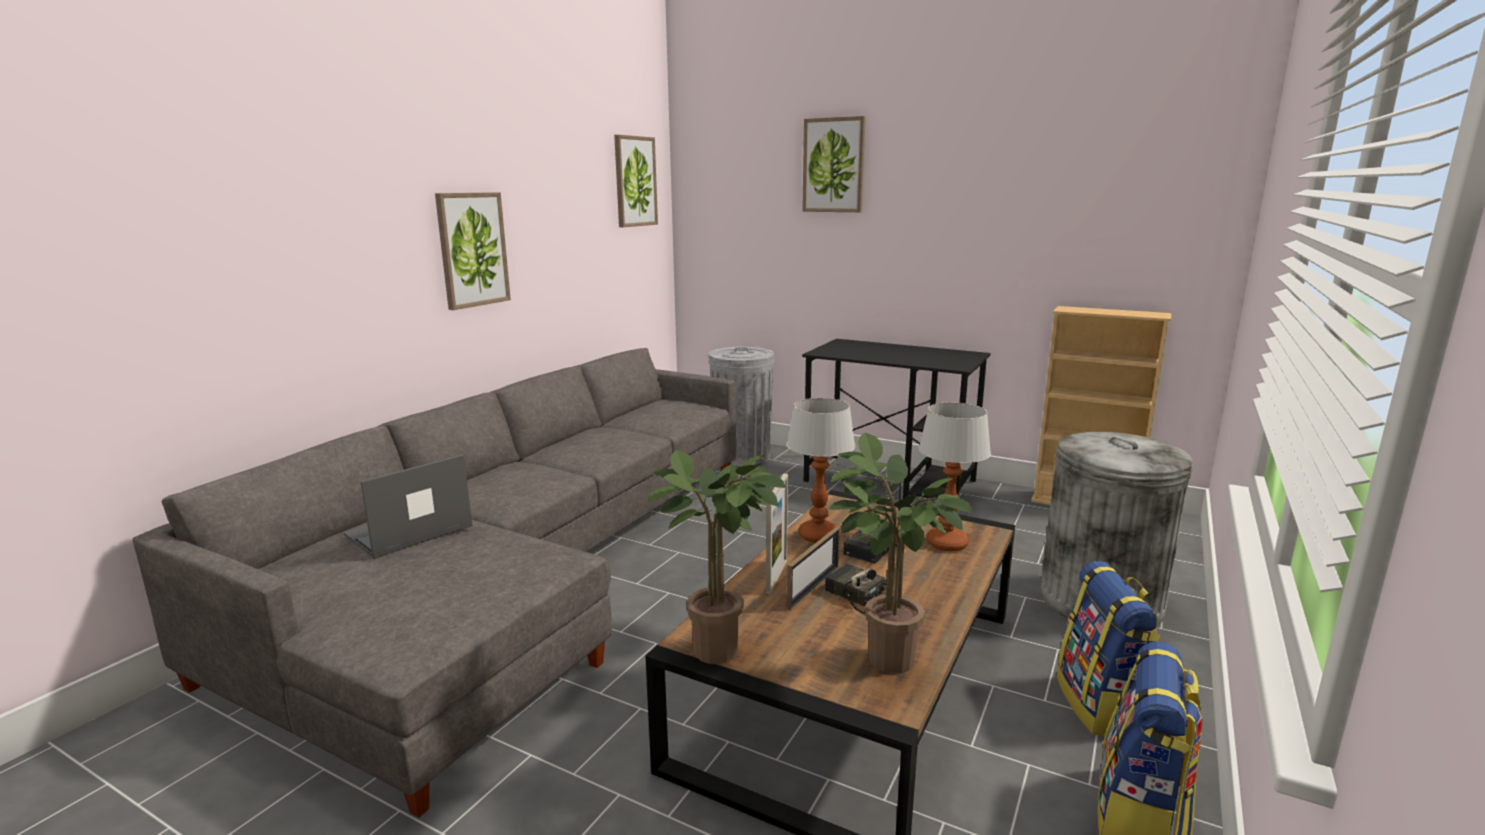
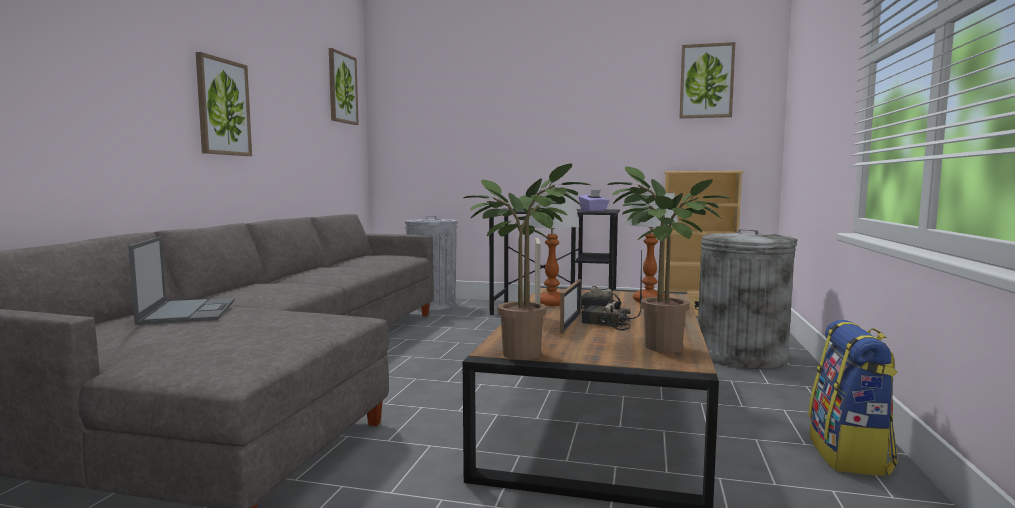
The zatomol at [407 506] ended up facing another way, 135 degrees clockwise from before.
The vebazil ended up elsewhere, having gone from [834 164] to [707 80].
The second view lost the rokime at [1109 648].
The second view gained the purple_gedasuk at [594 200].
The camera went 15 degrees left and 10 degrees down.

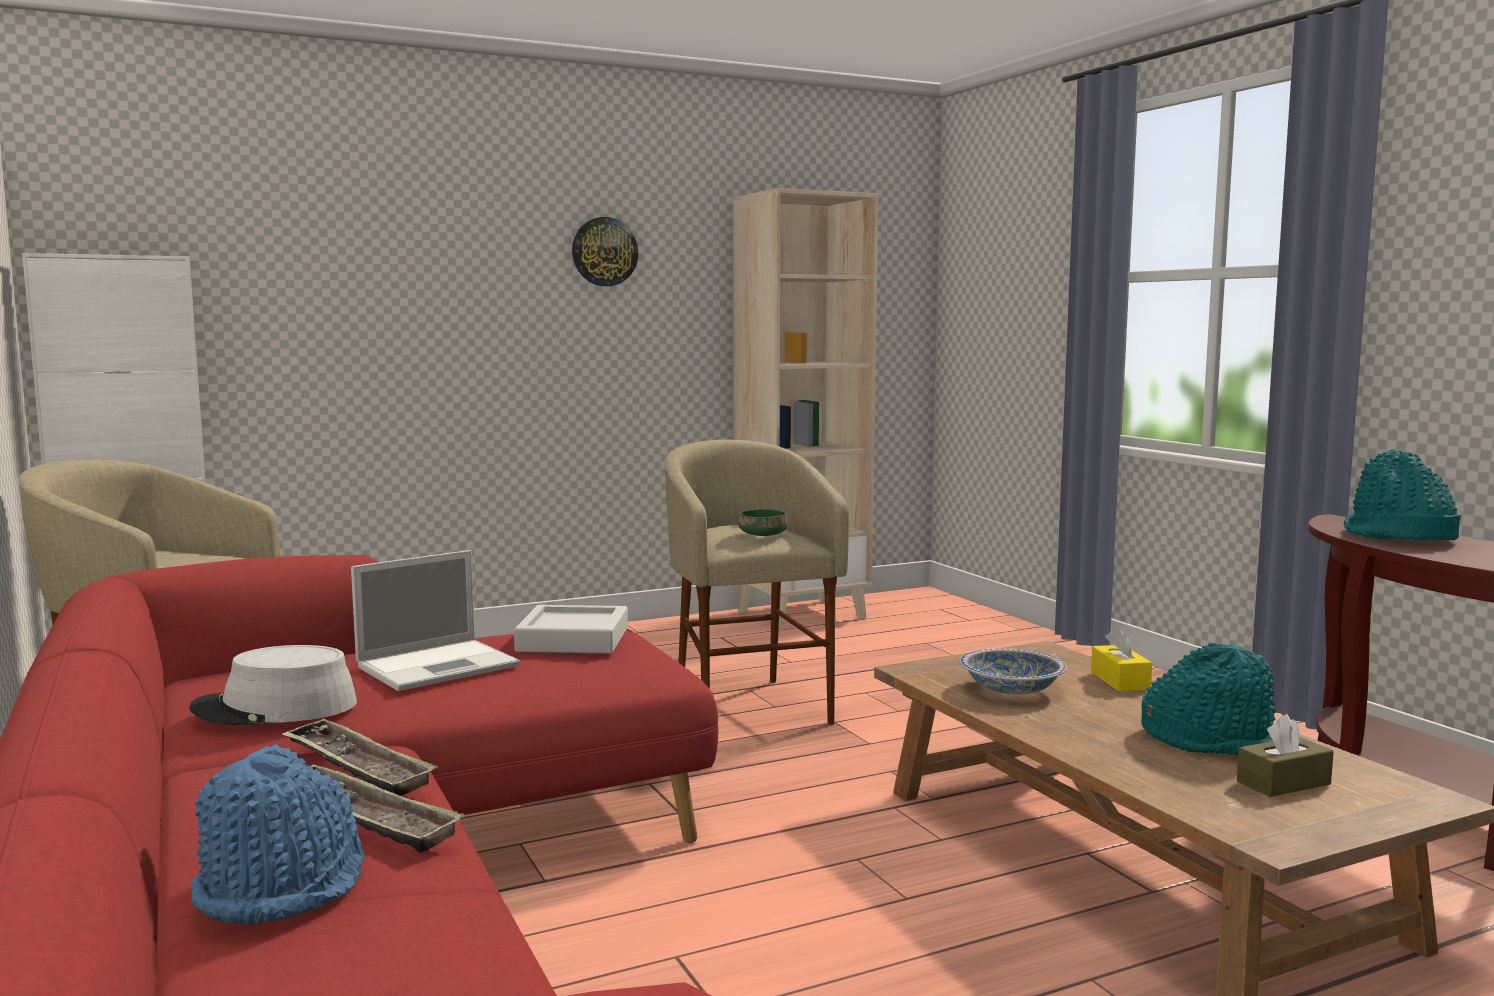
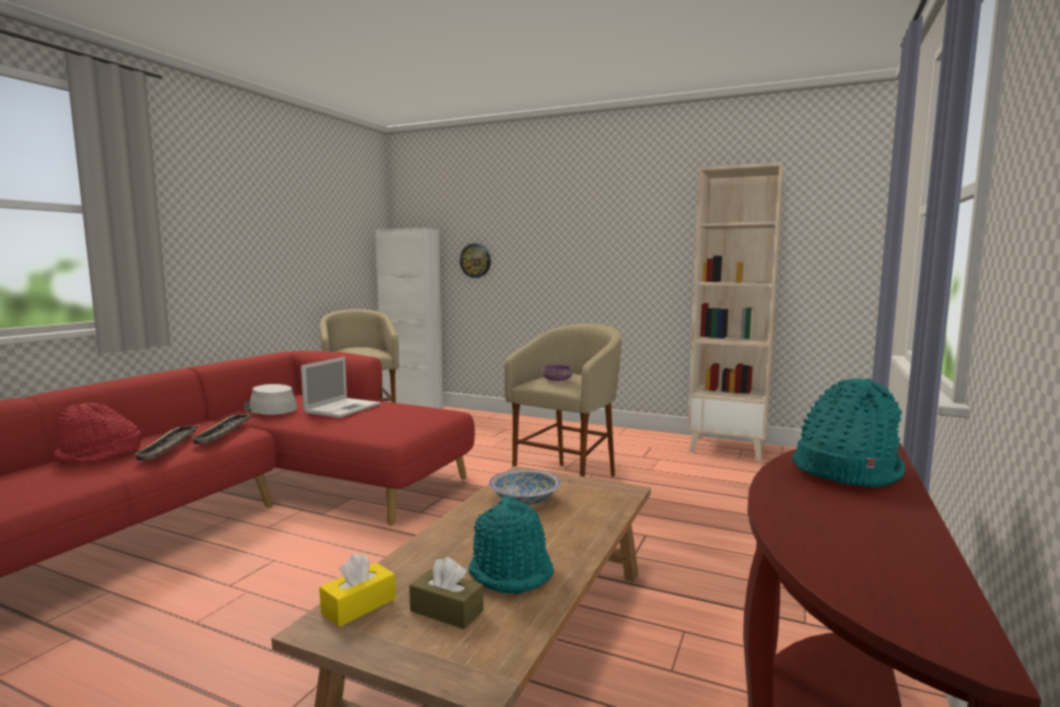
What was the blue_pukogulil at [278 834] turned into the red_pukogulil at [97 433].
The zatomol at [435 620] ended up facing another way, 75 degrees counterclockwise from before.
The second view lost the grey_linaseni at [571 629].
The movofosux ended up elsewhere, having gone from [605 251] to [475 260].
What was the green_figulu at [763 522] turned into the purple_figulu at [557 373].
The yellow_gedasuk ended up elsewhere, having gone from [1121 659] to [357 590].
The camera went 50 degrees right and 0 degrees up.

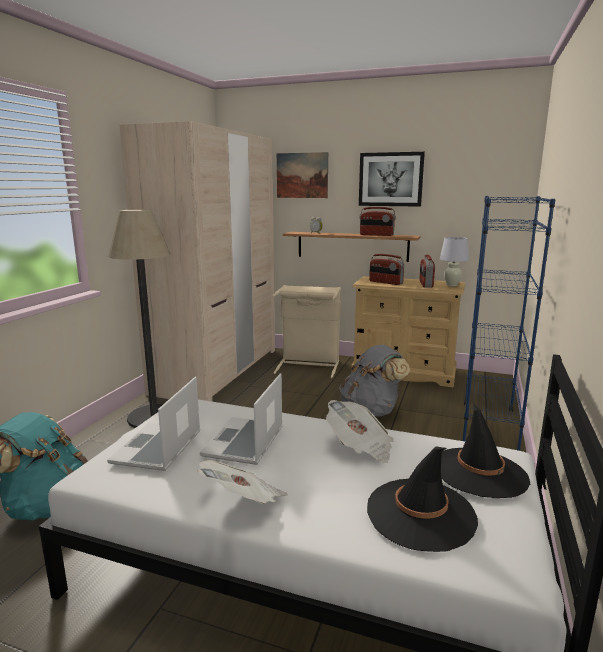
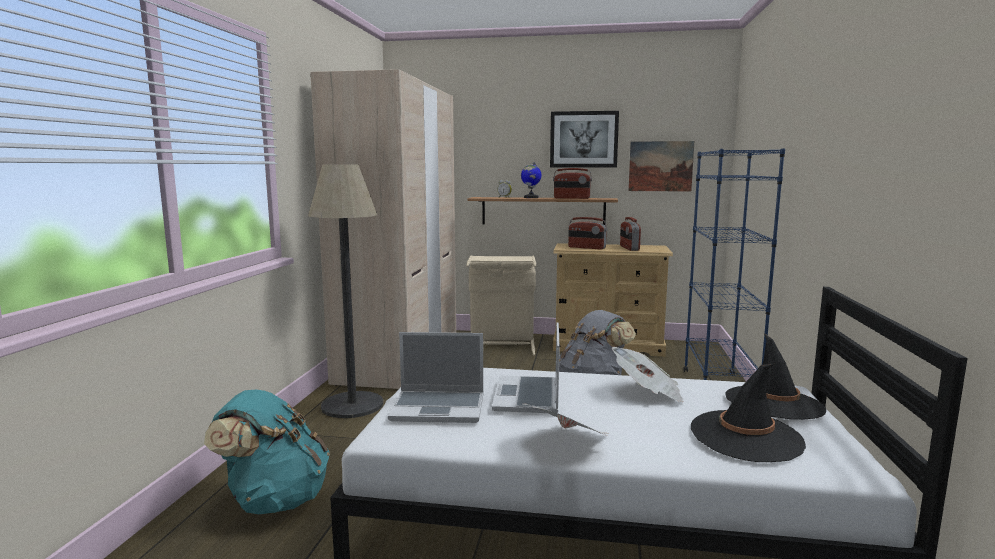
The zatomol at [153 424] ended up facing another way, 90 degrees counterclockwise from before.
The vebazil ended up elsewhere, having gone from [302 175] to [661 166].
The second view lost the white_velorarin at [454 261].
The second view gained the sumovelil at [531 180].
The camera went 10 degrees left and 5 degrees down.

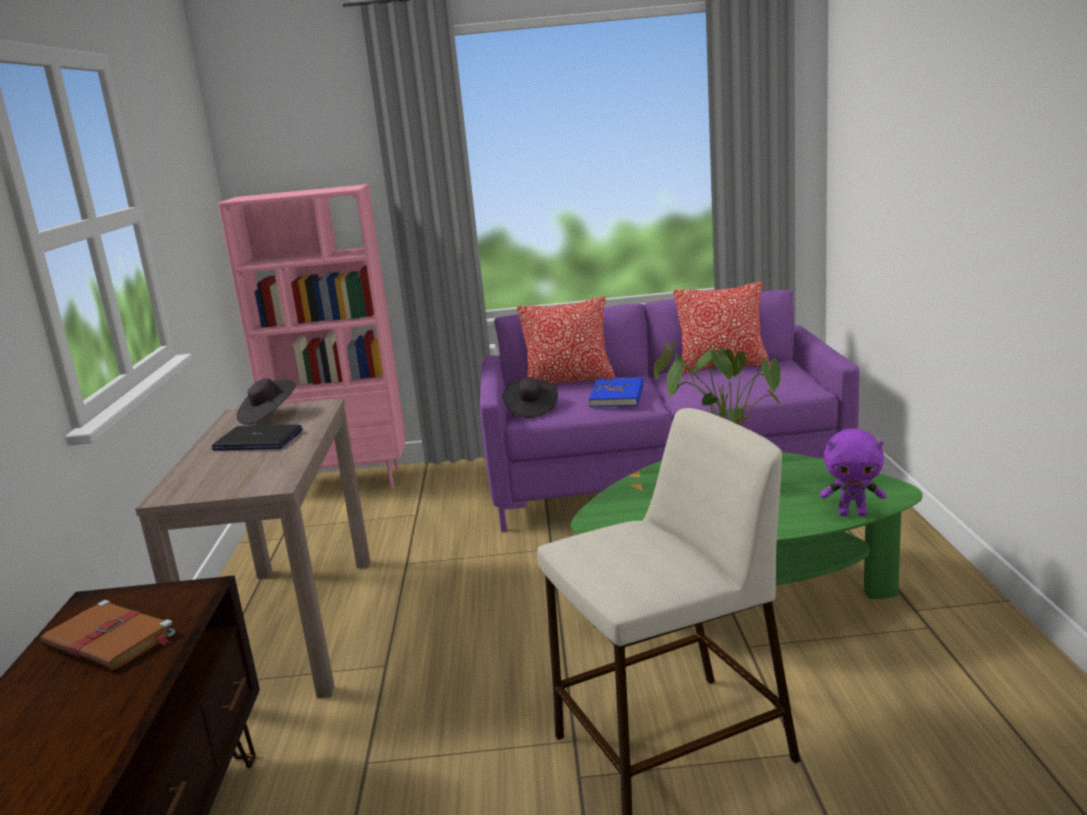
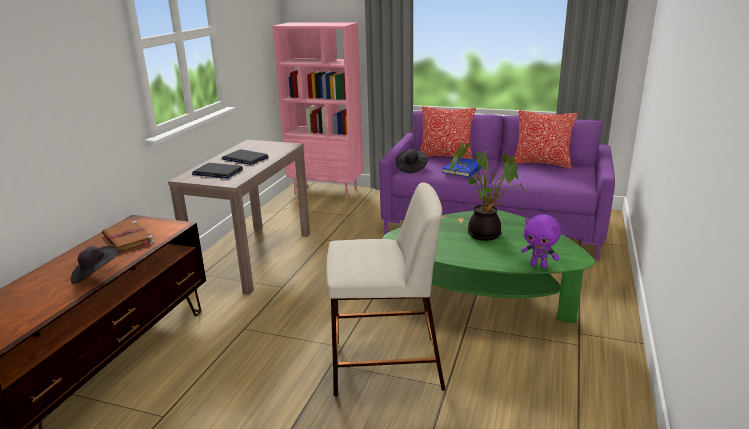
The black_pukogulil ended up elsewhere, having gone from [266 401] to [95 265].
The second view gained the zatomol at [217 170].
The camera went 20 degrees right and 5 degrees up.

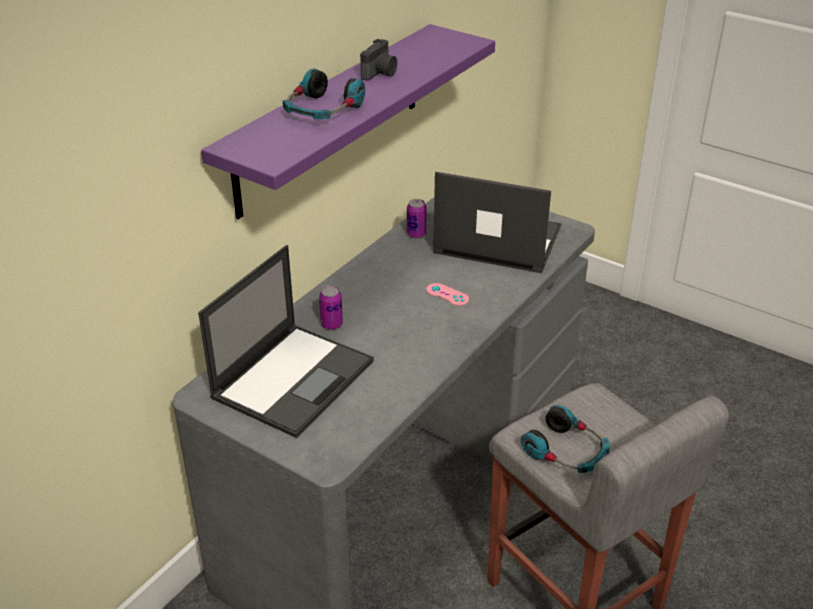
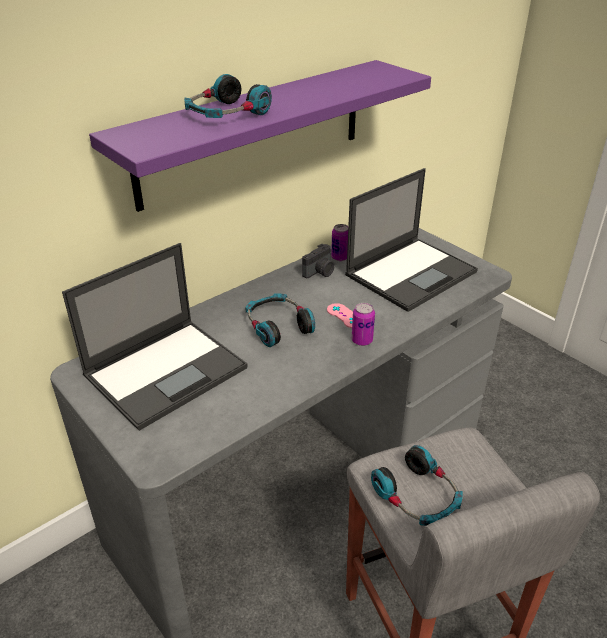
The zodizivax ended up elsewhere, having gone from [331 308] to [363 324].
The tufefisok ended up elsewhere, having gone from [378 60] to [318 261].
The zatomol at [497 222] ended up facing another way, 105 degrees clockwise from before.
The second view gained the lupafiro at [280 320].
The camera went 15 degrees right and 0 degrees up.

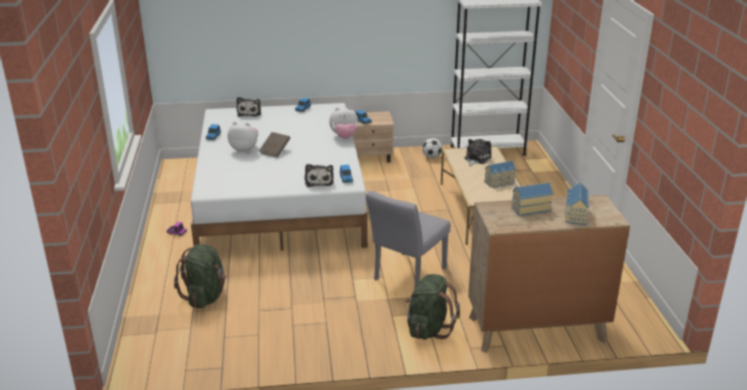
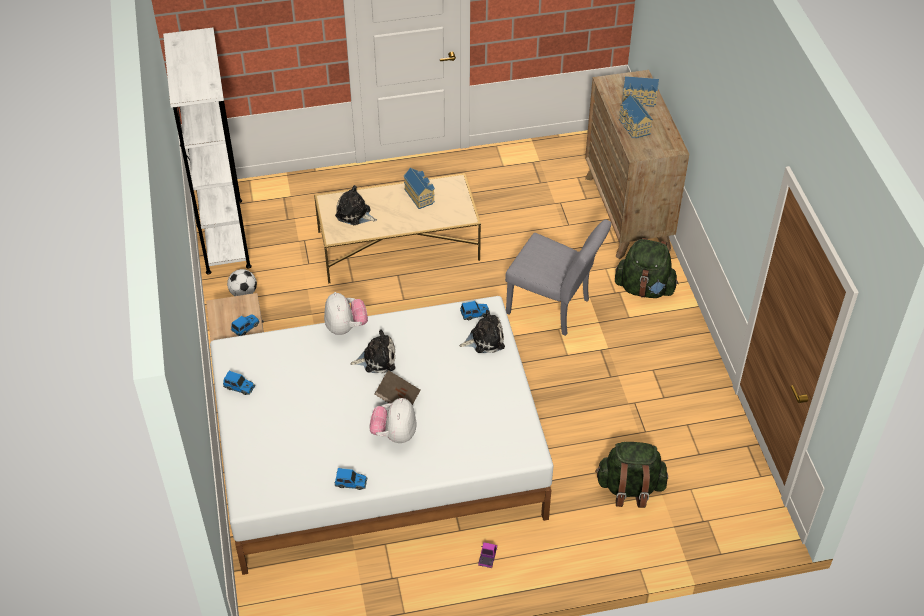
The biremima ended up elsewhere, having gone from [248 107] to [372 351].
The camera went 95 degrees left and 20 degrees up.

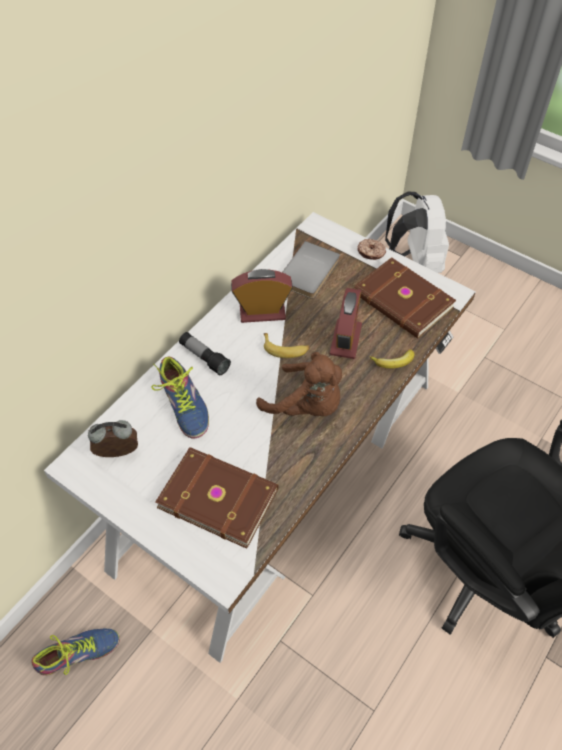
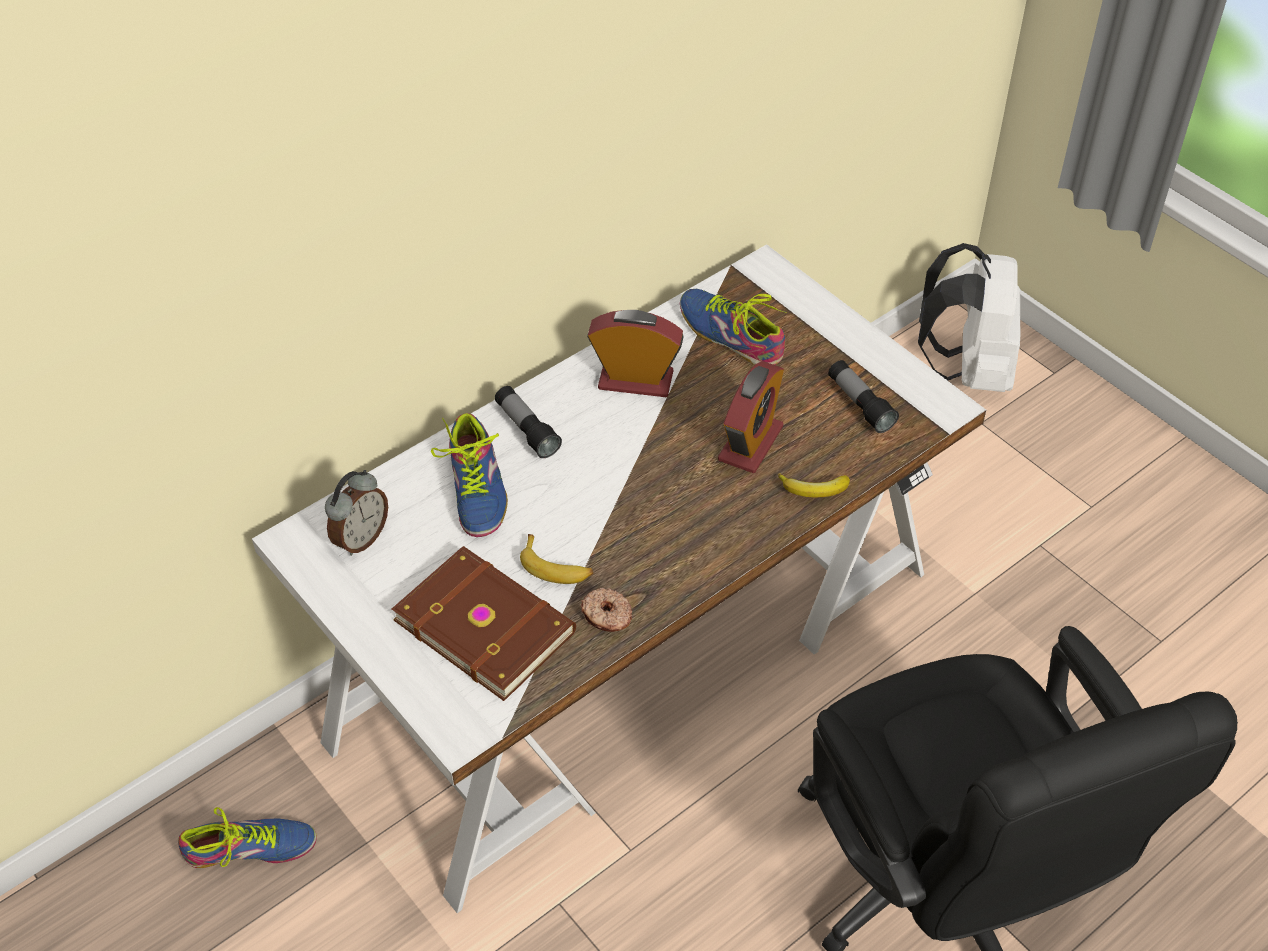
The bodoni at [113 438] ended up facing another way, 120 degrees clockwise from before.
The second view lost the brown_biremima at [299 384].
The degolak ended up elsewhere, having gone from [287 345] to [556 559].
Where the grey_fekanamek stood at [311 270], the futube came to stand at [733 327].
Where the brown_fekanamek stood at [404 298], the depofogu came to stand at [863 396].
The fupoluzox ended up elsewhere, having gone from [371 249] to [606 609].
The camera went 15 degrees right and 5 degrees down.

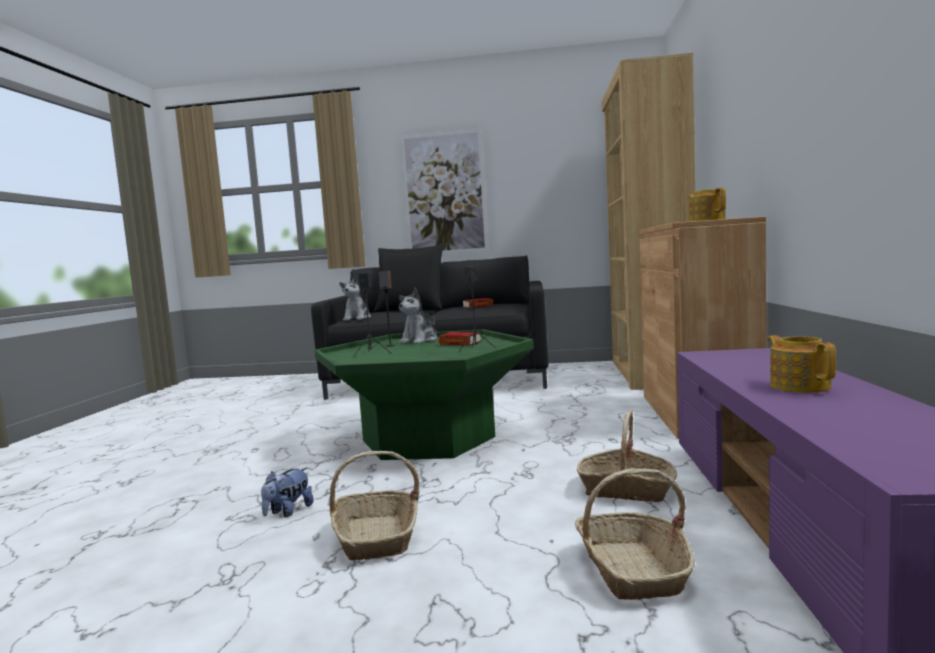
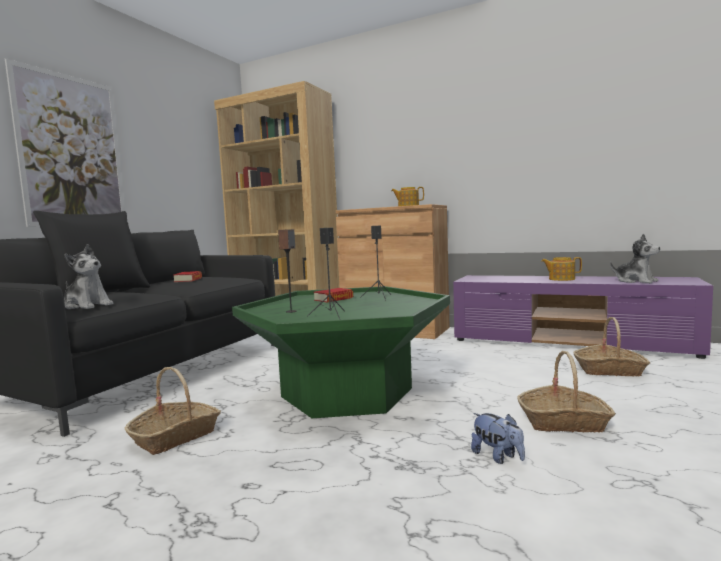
The biremima ended up elsewhere, having gone from [418 316] to [635 258].
The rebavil ended up elsewhere, having gone from [627 455] to [173 411].
The camera went 70 degrees left and 0 degrees up.

